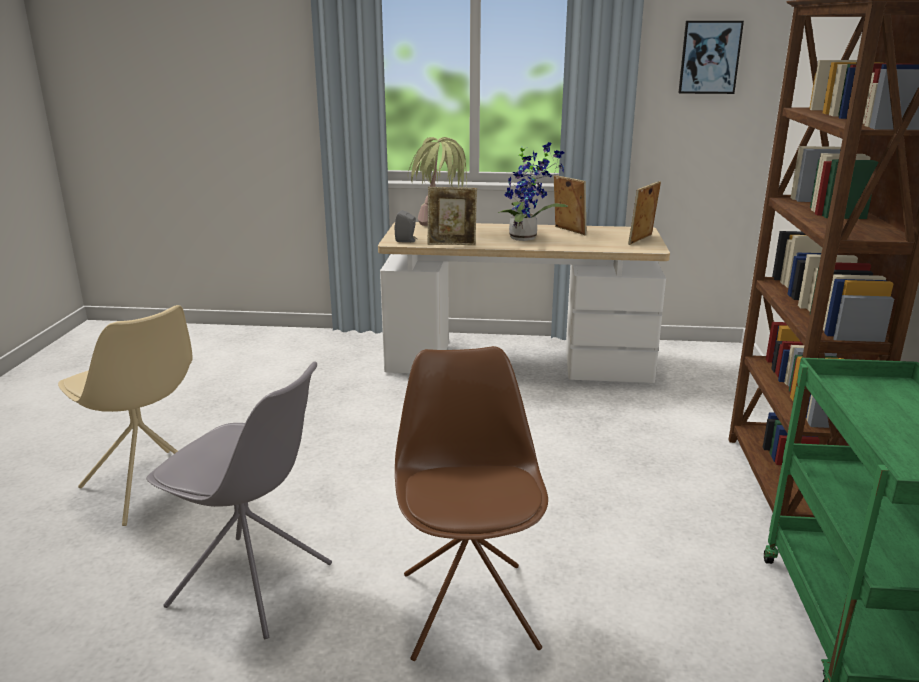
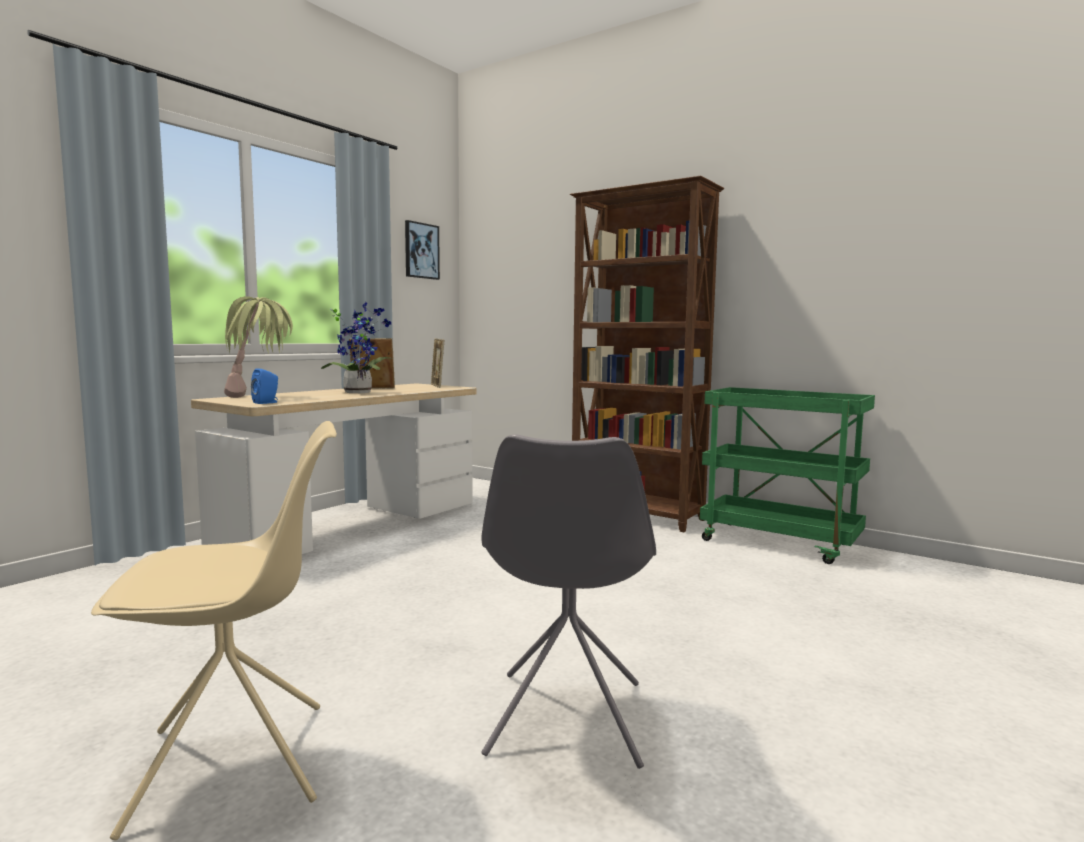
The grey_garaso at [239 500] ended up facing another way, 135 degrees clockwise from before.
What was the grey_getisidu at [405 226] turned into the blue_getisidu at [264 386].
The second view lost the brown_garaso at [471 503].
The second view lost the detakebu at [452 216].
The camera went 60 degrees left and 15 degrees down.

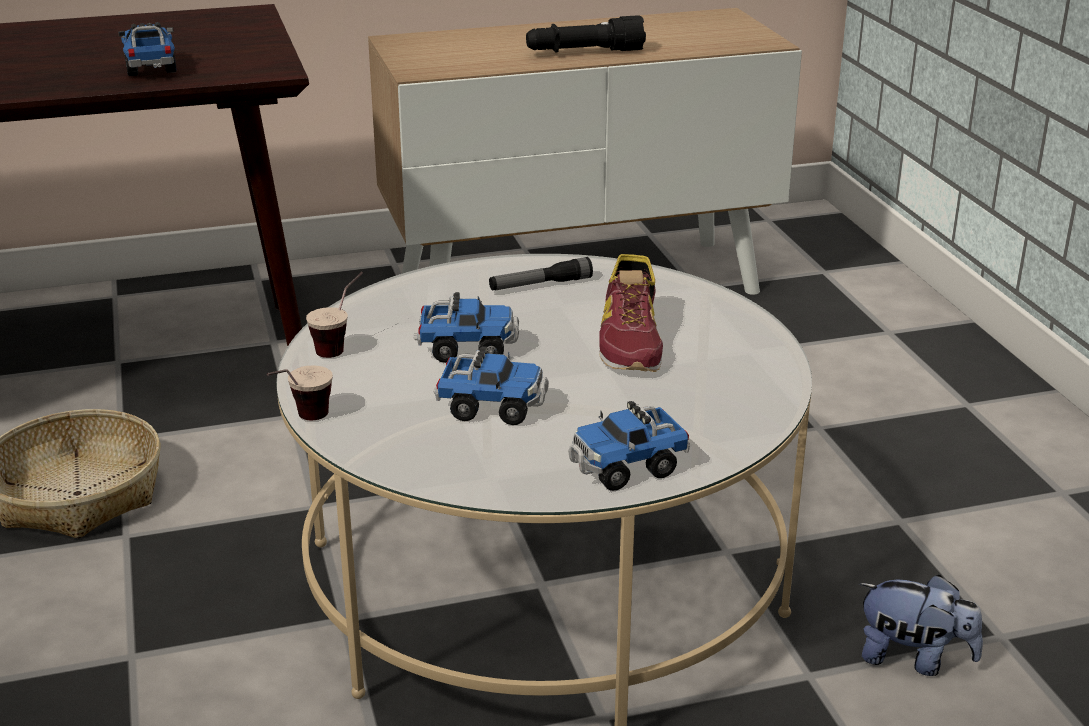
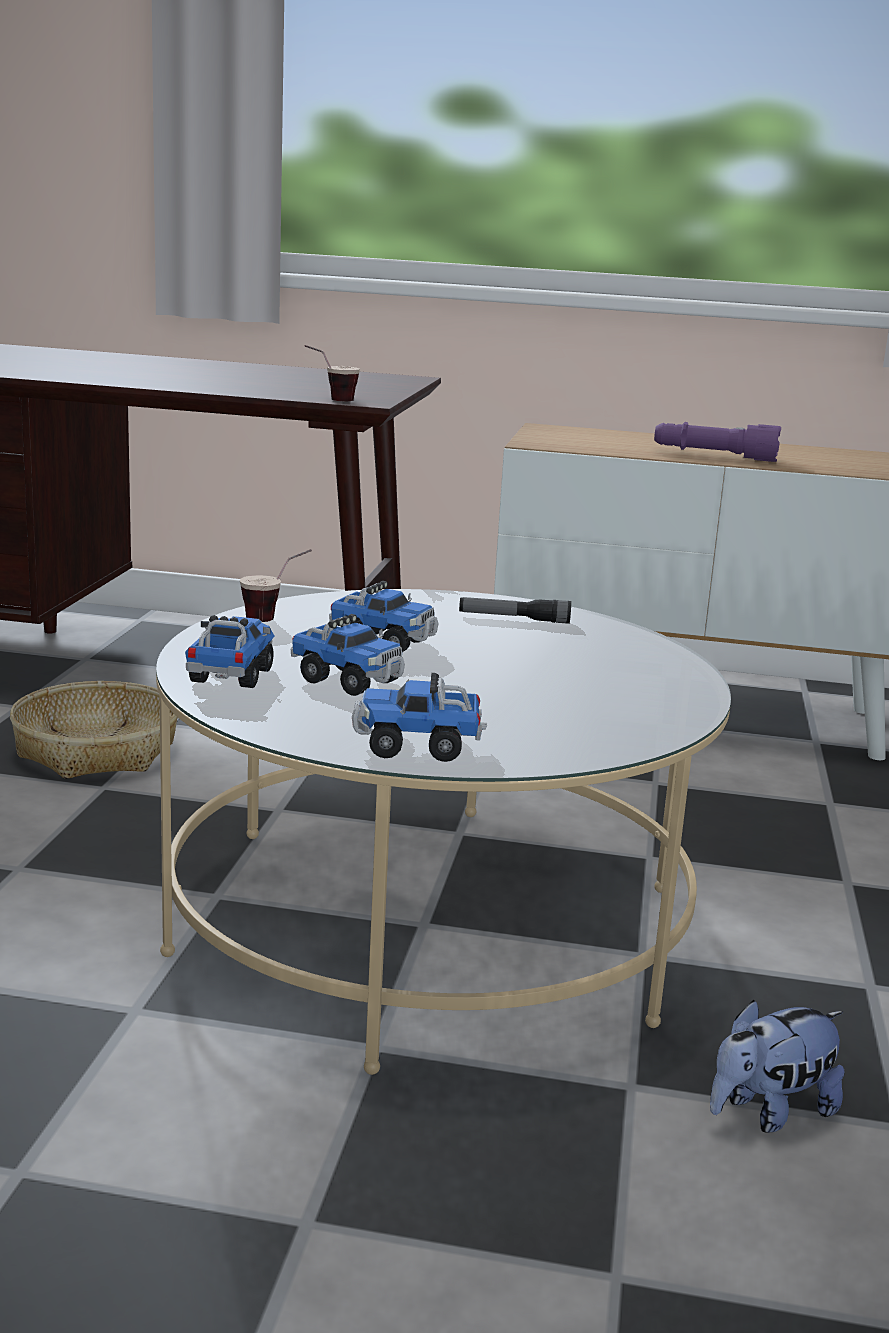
The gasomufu ended up elsewhere, having gone from [147 49] to [230 651].
The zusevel ended up elsewhere, having gone from [300 393] to [332 373].
What was the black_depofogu at [586 34] turned into the purple_depofogu at [717 442].
The second view lost the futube at [631 313].
The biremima at [921 625] ended up facing another way, 105 degrees clockwise from before.
The camera went 25 degrees right and 10 degrees down.

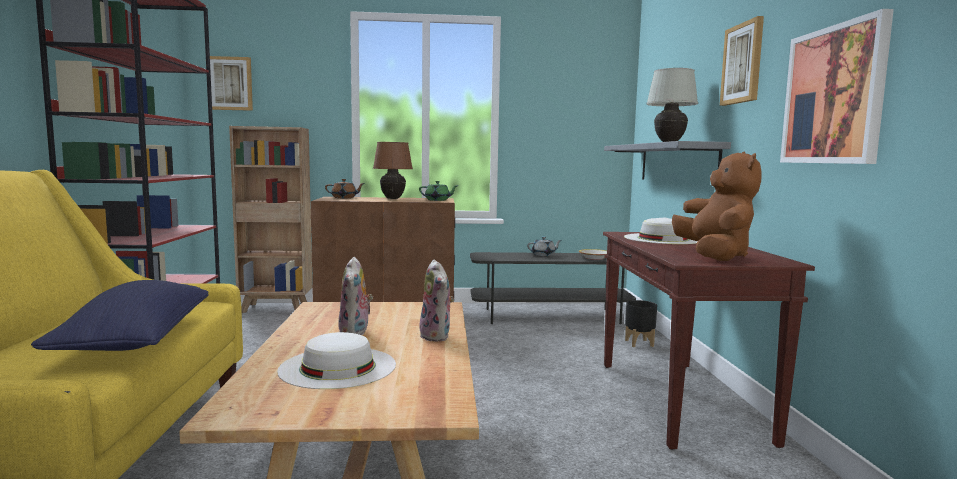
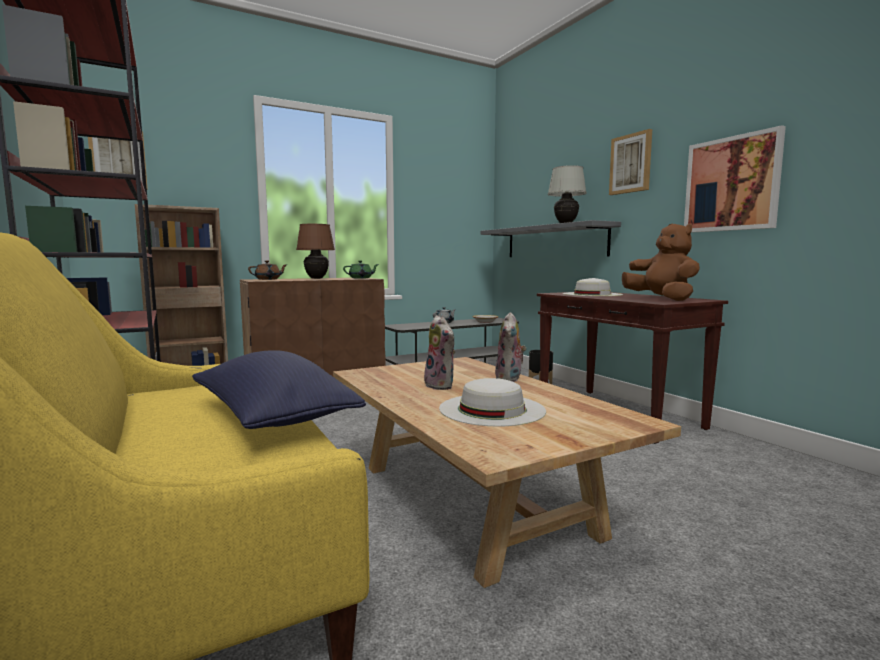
The biremima at [437 301] ended up facing another way, 60 degrees clockwise from before.
The camera went 25 degrees left and 0 degrees up.

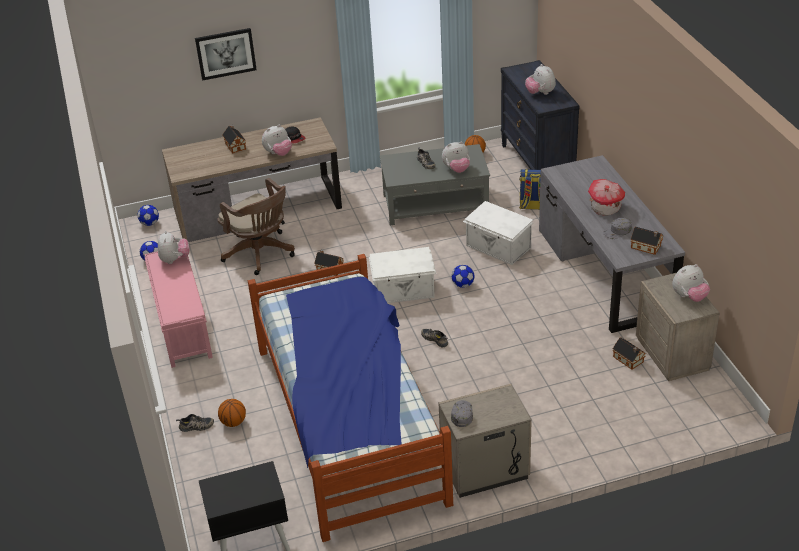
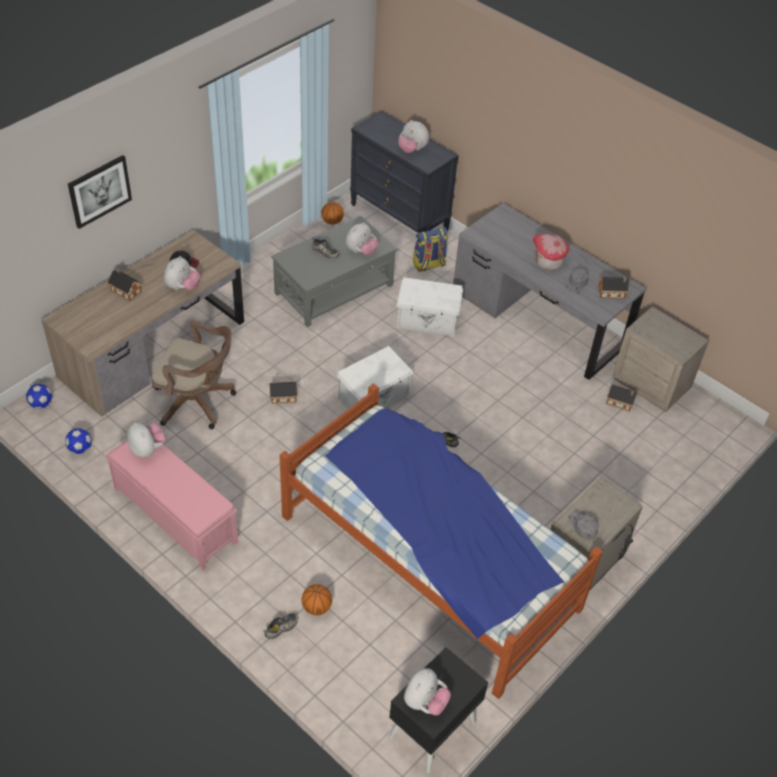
The second view lost the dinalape at [463 276].
The biremima ended up elsewhere, having gone from [691 283] to [427 691].
The camera went 35 degrees left and 10 degrees up.

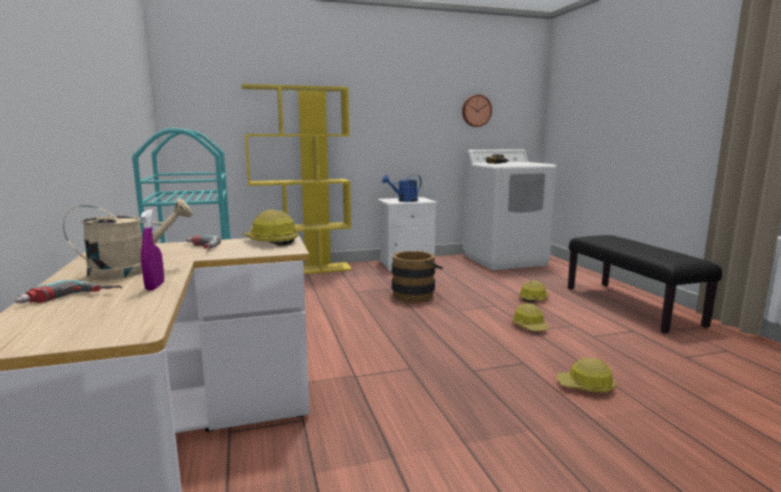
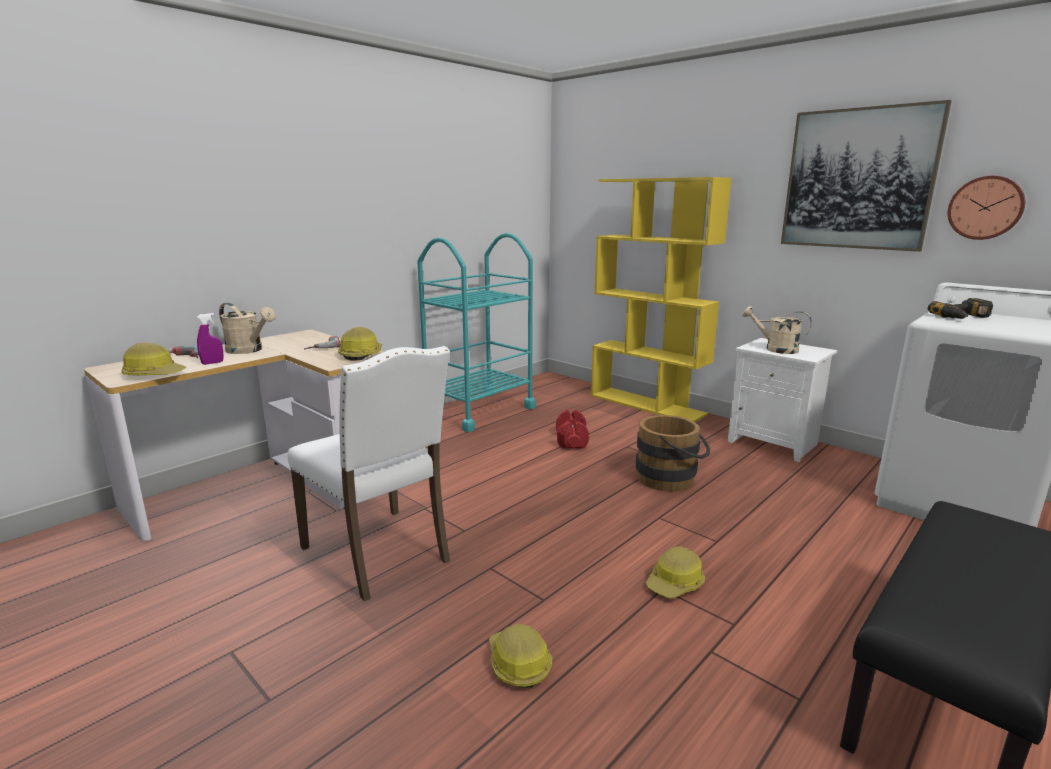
What was the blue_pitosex at [402 188] turned into the beige_pitosex at [777 330].
The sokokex ended up elsewhere, having gone from [534 291] to [153 358].
The second view gained the white_garaso at [369 473].
The second view gained the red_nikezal at [572 429].
The second view gained the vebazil at [866 176].
The camera went 60 degrees right and 5 degrees up.

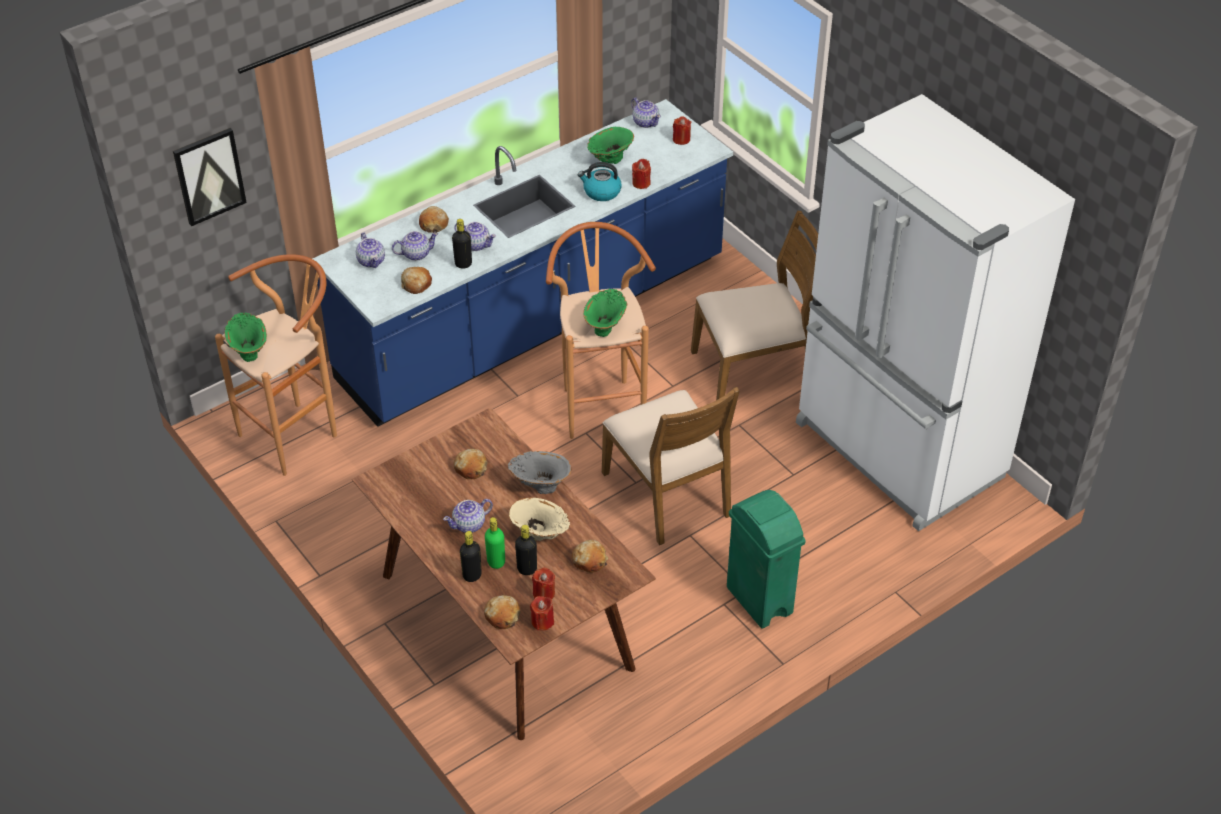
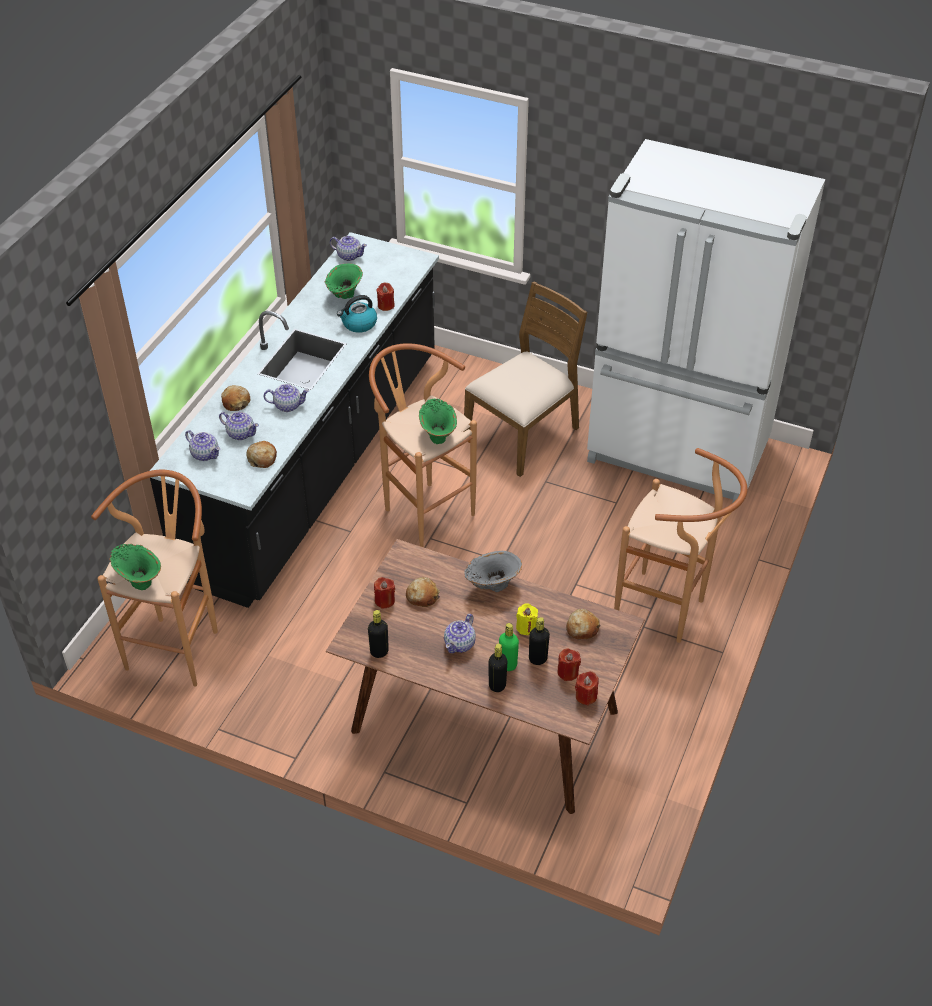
The second view lost the vebazil at [210 177].
What was the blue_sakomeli at [523 263] turned into the black_sakomeli at [294 420].
The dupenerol at [415 246] ended up facing another way, 75 degrees clockwise from before.
The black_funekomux ended up elsewhere, having gone from [462 244] to [378 634].
The second view lost the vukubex at [502 612].
Where the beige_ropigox stood at [539 519], the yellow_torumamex came to stand at [527 619].
The second view lost the brown_garaso at [671 466].
The red_torumamex ended up elsewhere, having gone from [682 130] to [384 593].
Where the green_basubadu stood at [766 559], the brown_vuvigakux came to stand at [680 545].
The camera went 30 degrees left and 0 degrees up.

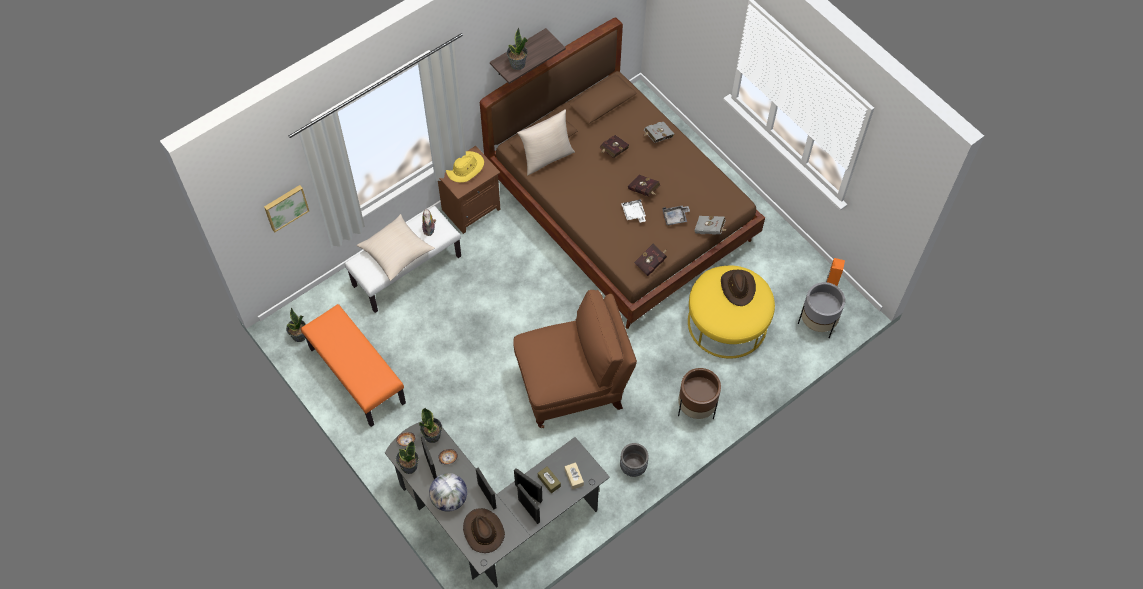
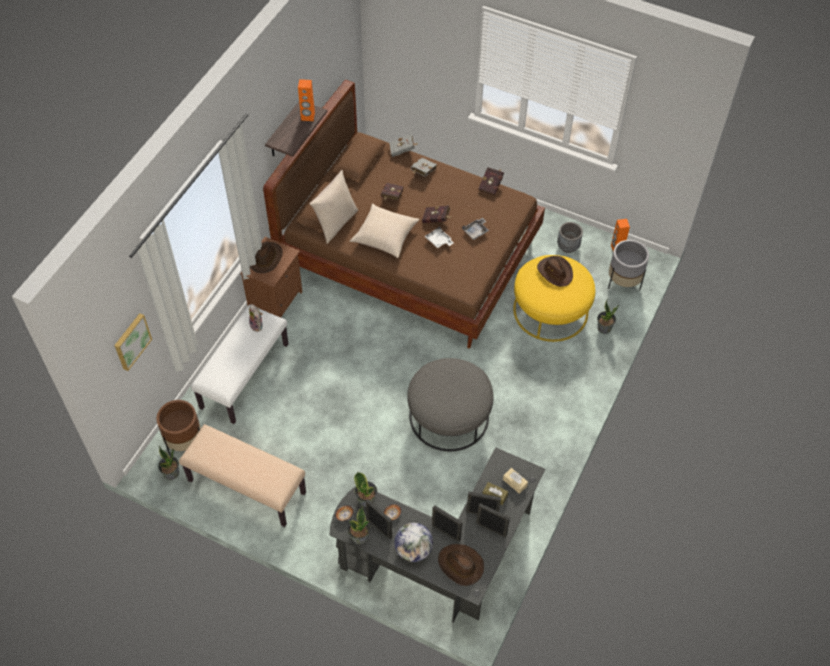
What was the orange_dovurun at [353 365] turned into the beige_dovurun at [242 475].
The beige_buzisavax ended up elsewhere, having gone from [395 247] to [384 230].
What was the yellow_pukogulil at [465 166] turned into the brown_pukogulil at [266 257].
The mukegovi ended up elsewhere, having gone from [517 48] to [608 317].
Where the brown_garaso stood at [575 359], the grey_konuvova came to stand at [450 404].
The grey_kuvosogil ended up elsewhere, having gone from [634 460] to [570 237].
The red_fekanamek ended up elsewhere, having gone from [650 260] to [491 181].
The brown_kuvosogil ended up elsewhere, having gone from [699 393] to [179 428].
The grey_fekanamek ended up elsewhere, having gone from [710 225] to [403 145].
The second view gained the orange_getisidu at [306 100].
The camera went 25 degrees left and 5 degrees down.

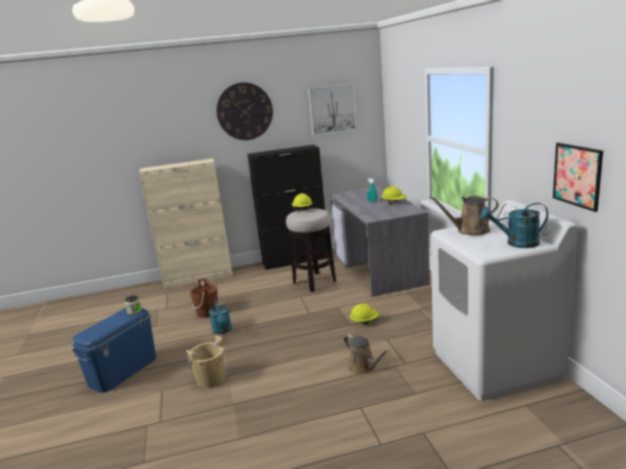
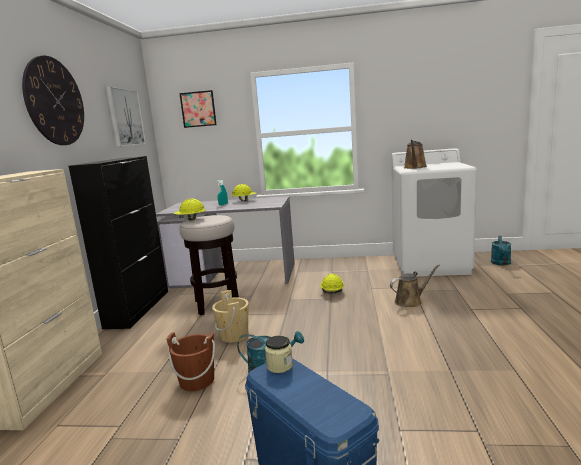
The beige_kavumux ended up elsewhere, having gone from [205 362] to [230 316].
The turquoise_pitosex ended up elsewhere, having gone from [514 225] to [501 250].
The vebazil ended up elsewhere, having gone from [578 177] to [198 109].
The camera went 70 degrees left and 5 degrees down.

